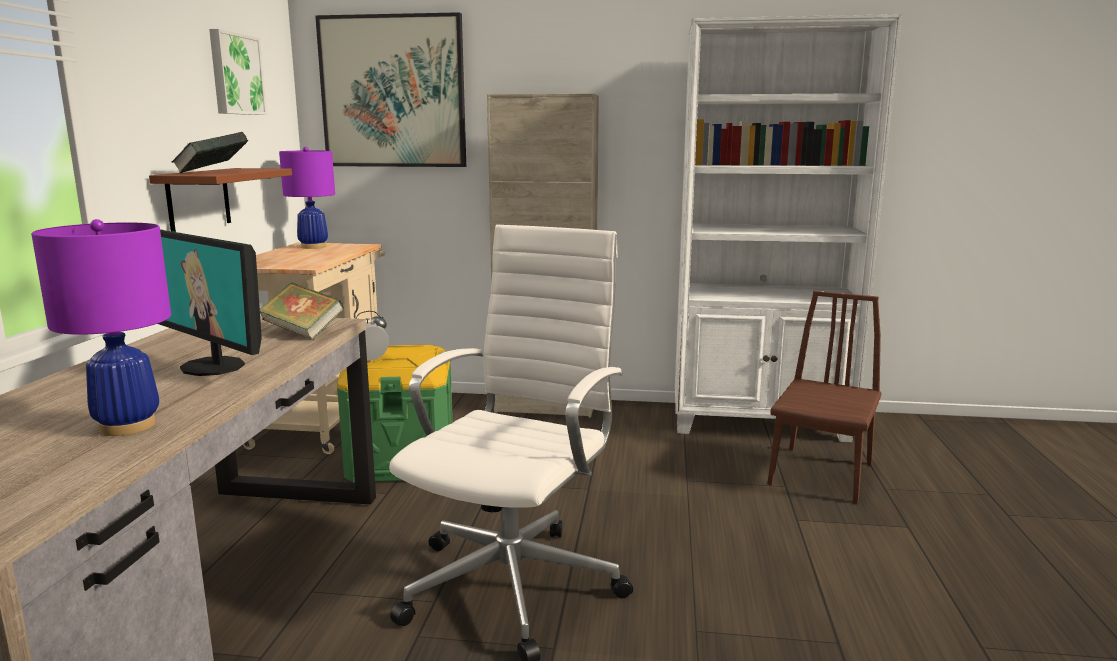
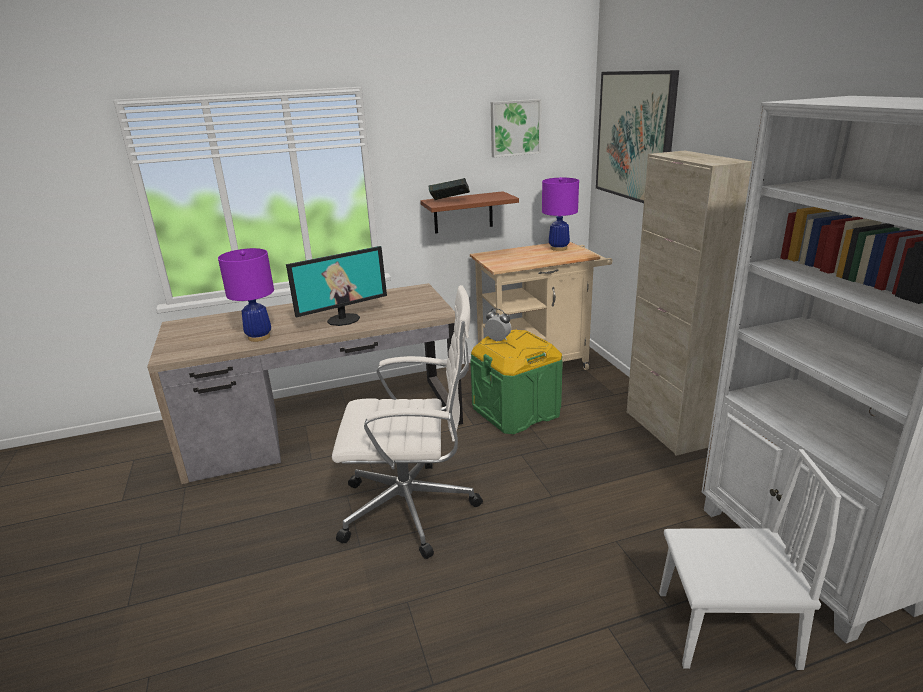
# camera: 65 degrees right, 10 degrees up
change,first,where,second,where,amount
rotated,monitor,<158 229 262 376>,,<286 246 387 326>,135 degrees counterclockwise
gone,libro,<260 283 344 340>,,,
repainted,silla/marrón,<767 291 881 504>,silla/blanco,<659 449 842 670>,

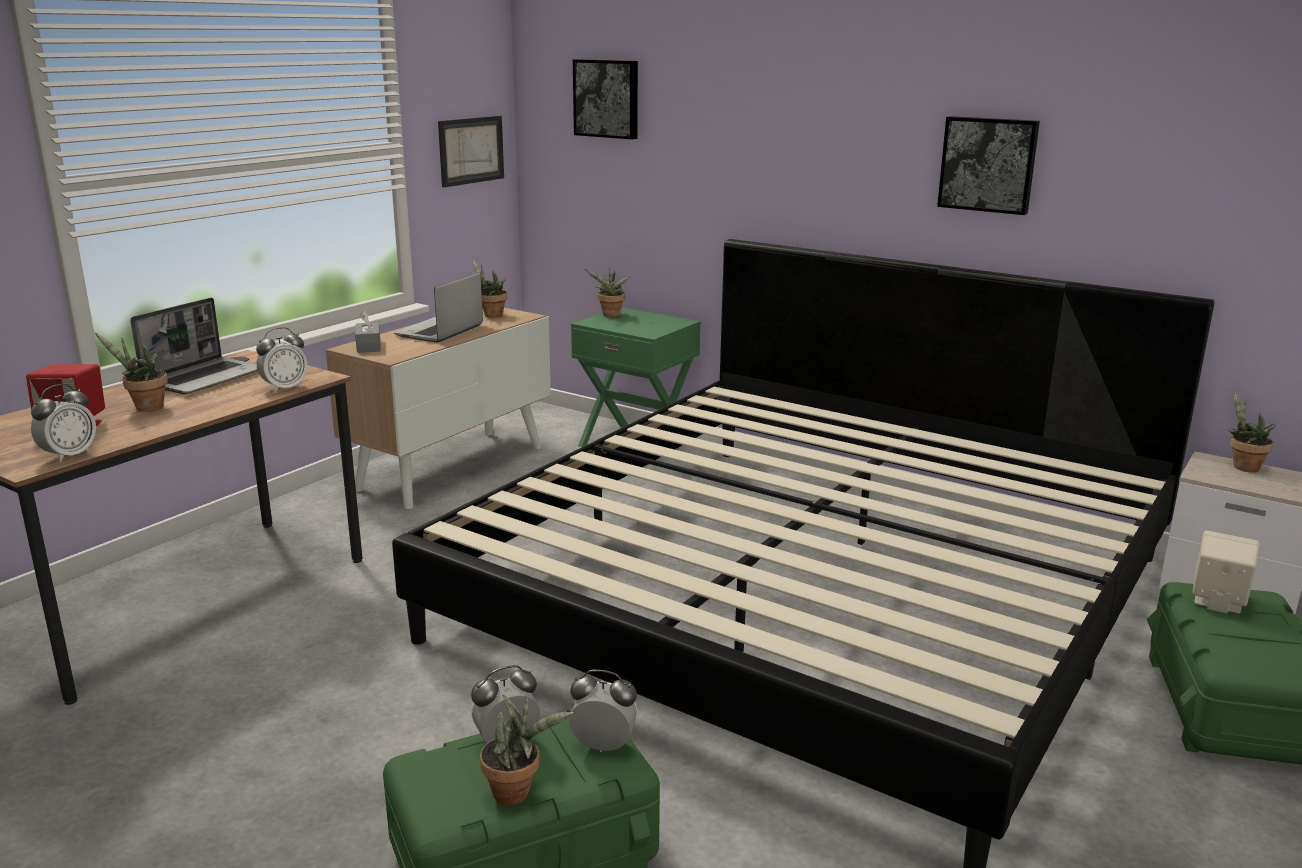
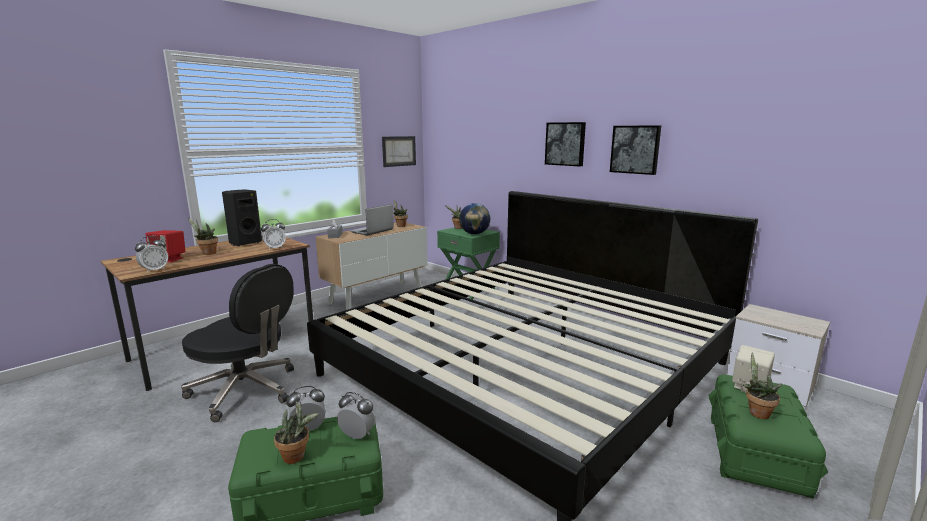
# camera: 10 degrees right, 5 degrees down
change,first,where,second,where,amount
shifted,cuadro,<573 59 638 139>,,<545 122 586 167>,
swapped,portátil,<130 298 258 394>,altavoz/negro,<222 190 262 246>,
shifted,planta en maceta,<1228 390 1276 472>,,<742 353 782 419>,
new,,,globo terráqueo,<459 203 490 235>,
new,,,silla de oficina/negro,<181 264 294 422>,

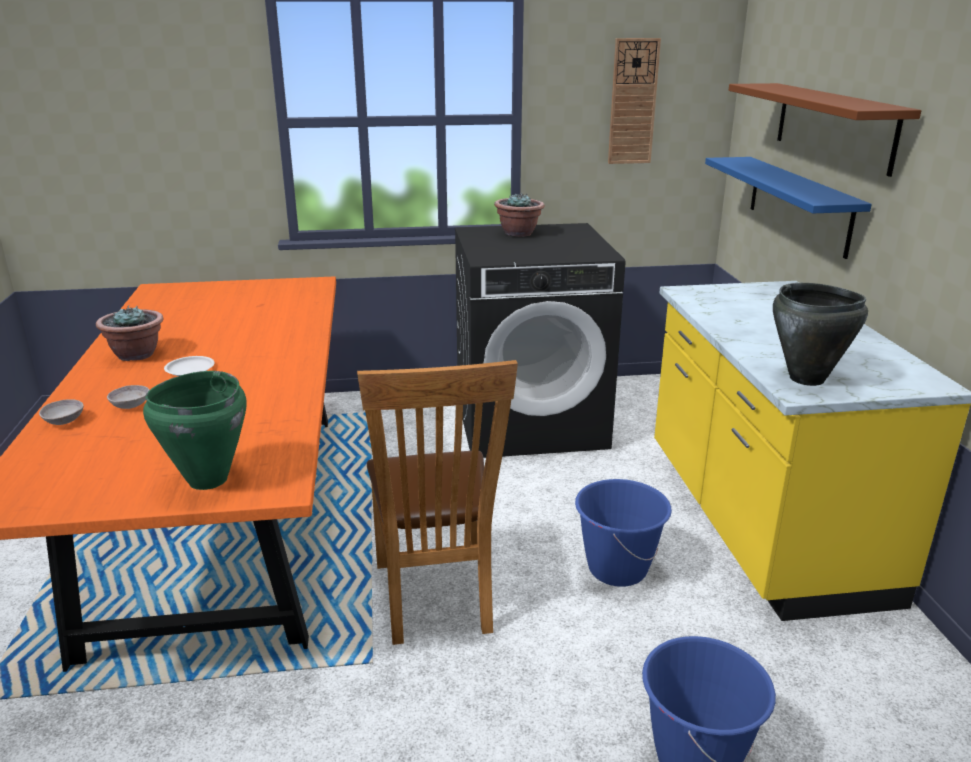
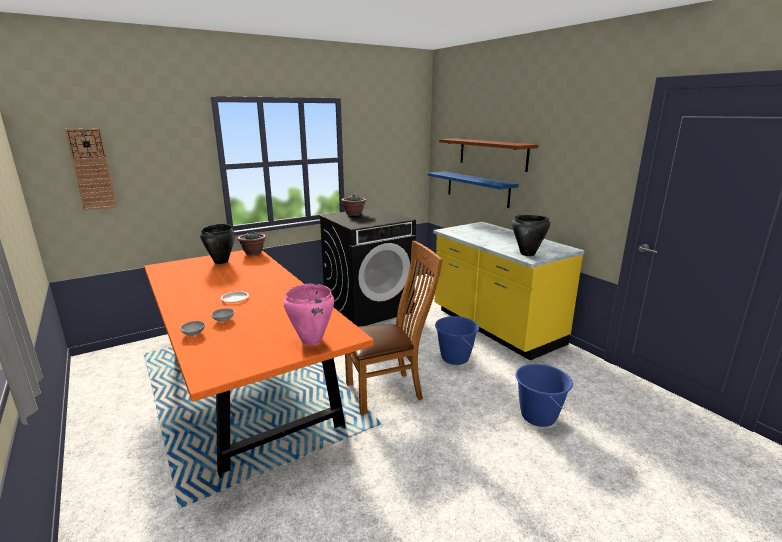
# camera: 25 degrees left, 5 degrees down
change,first,where,second,where,amount
shifted,reloj de pared,<608 38 661 164>,,<65 128 117 210>,
shifted,planta en maceta,<96 306 164 361>,,<237 231 266 255>,
rotated,silla/marrón,<357 360 518 645>,,<345 241 443 415>,75 degrees counterclockwise
repainted,olla/verde,<143 371 247 490>,olla/rosa,<284 284 334 345>,
new,,,olla/negro,<200 224 235 264>,

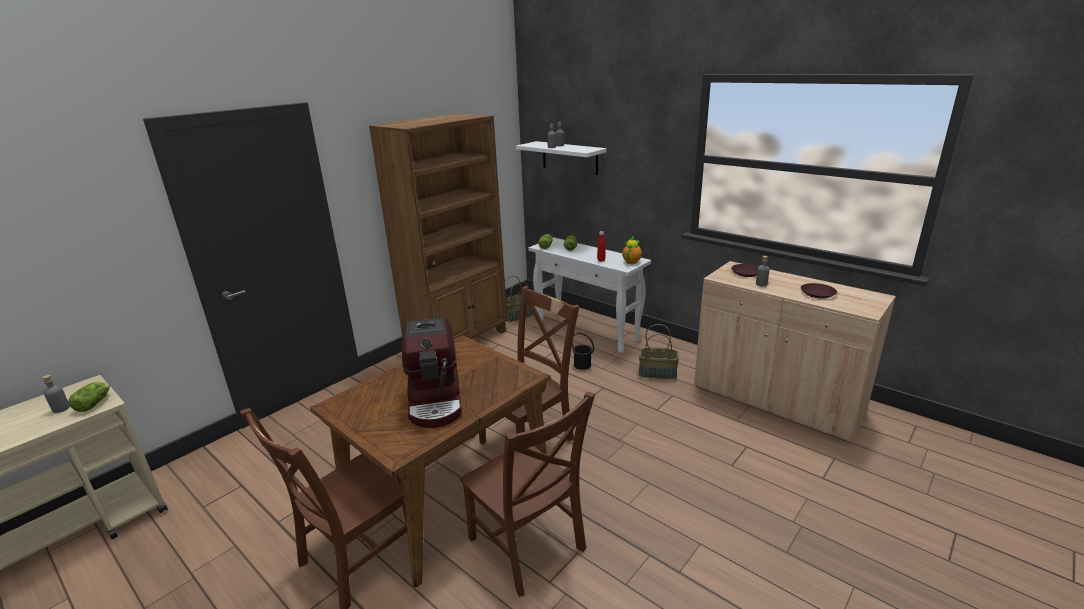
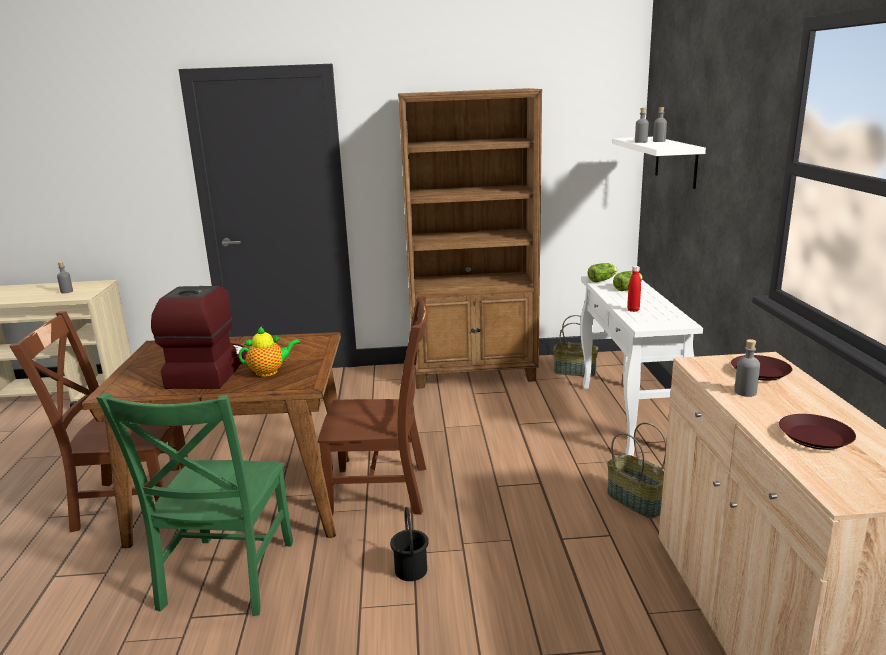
# camera: 45 degrees right, 5 degrees down
change,first,where,second,where,amount
shifted,tetera,<622 236 642 264>,,<238 326 300 376>,
rotated,cafetera,<402 317 462 428>,,<151 286 247 389>,150 degrees clockwise
shifted,cubo/negro,<572 333 594 370>,,<390 507 429 581>,
gone,lechuga,<68 381 110 412>,,,
repainted,silla/marrón,<460 392 595 597>,silla/verde,<96 393 293 616>,

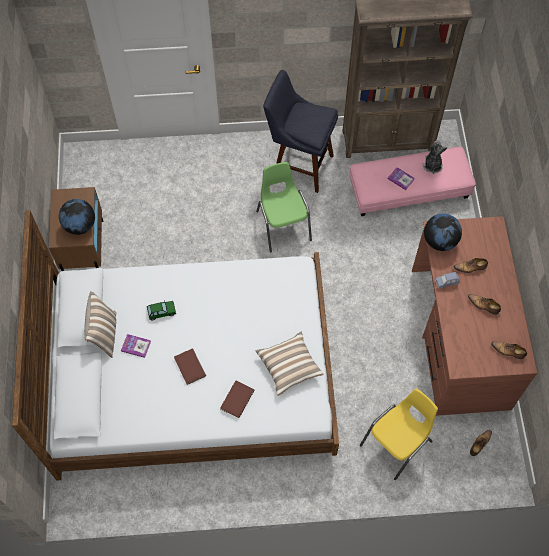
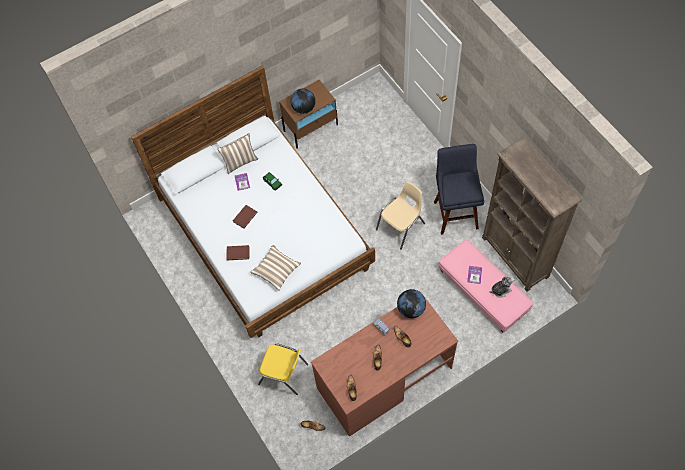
# camera: 65 degrees right, 0 degrees up
change,first,where,second,where,amount
repainted,silla/verde,<256 162 312 253>,silla/beis,<376 181 425 250>,

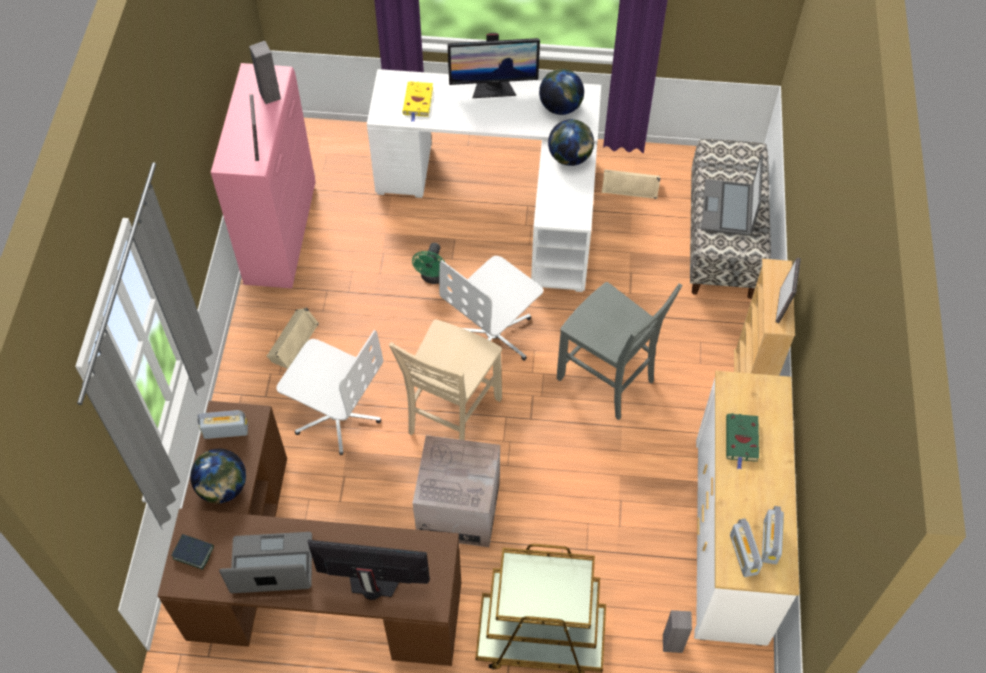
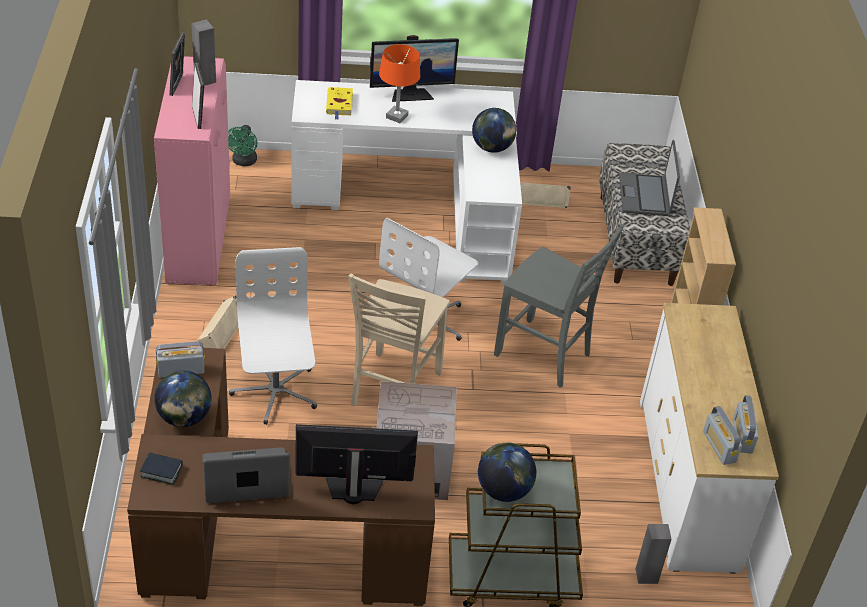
# camera: 10 degrees left, 15 degrees down
change,first,where,second,where,amount
shifted,globo terráqueo,<539 69 584 115>,,<477 442 536 502>,
shifted,ventilador/verde,<412 243 445 284>,,<228 125 257 166>,
shifted,portarretratos,<776 258 801 323>,,<169 32 185 96>,
rotated,silla de oficina/blanco,<276 330 383 455>,,<229 247 317 425>,120 degrees counterclockwise
gone,libro/verde,<726 413 759 470>,,,
new,,,lámpara de mesa/naranja,<379 44 420 123>,

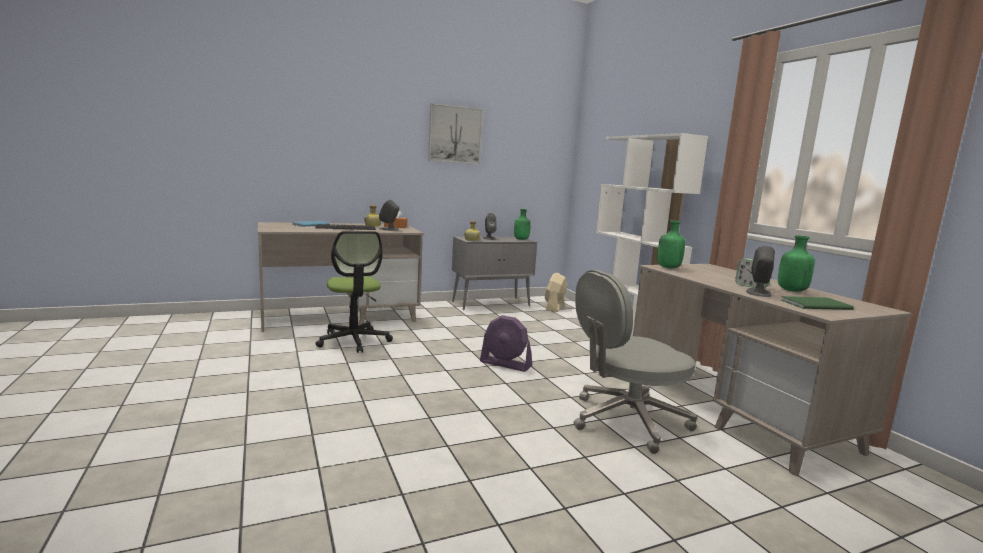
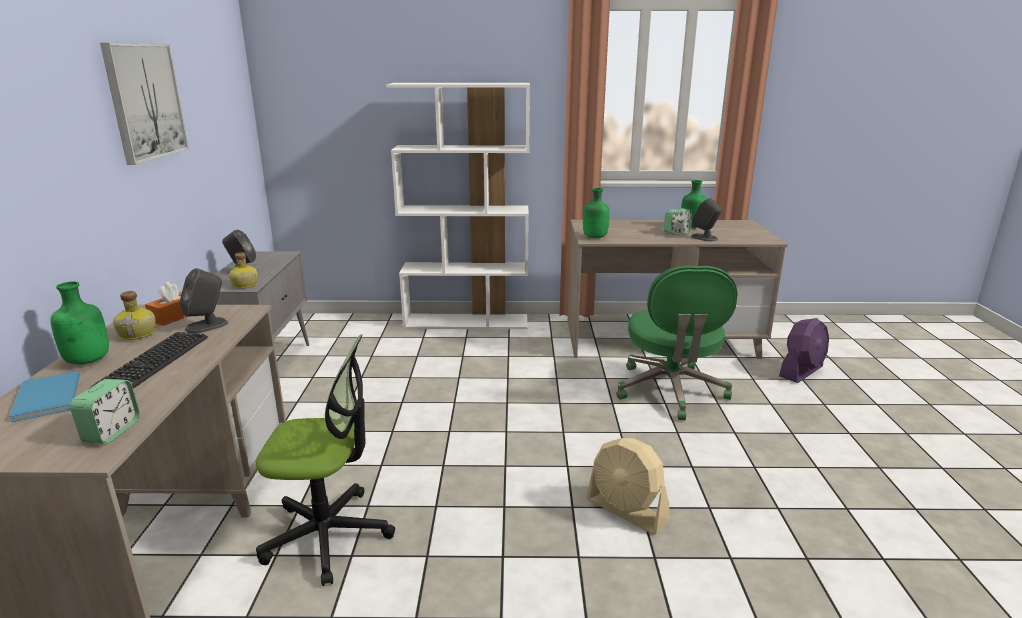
# camera: 65 degrees left, 10 degrees up
change,first,where,second,where,amount
shifted,botella/verde,<514 209 531 240>,,<50 281 109 364>,
repainted,silla de oficina/gris,<574 270 697 454>,silla de oficina/verde,<616 265 738 420>,
shifted,ventilador/beis,<545 273 567 312>,,<587 438 670 535>,
gone,libro/verde,<781 296 854 310>,,,
shifted,ventilador/morado,<480 315 532 372>,,<779 318 829 383>,
new,,,despertador,<70 379 140 444>,

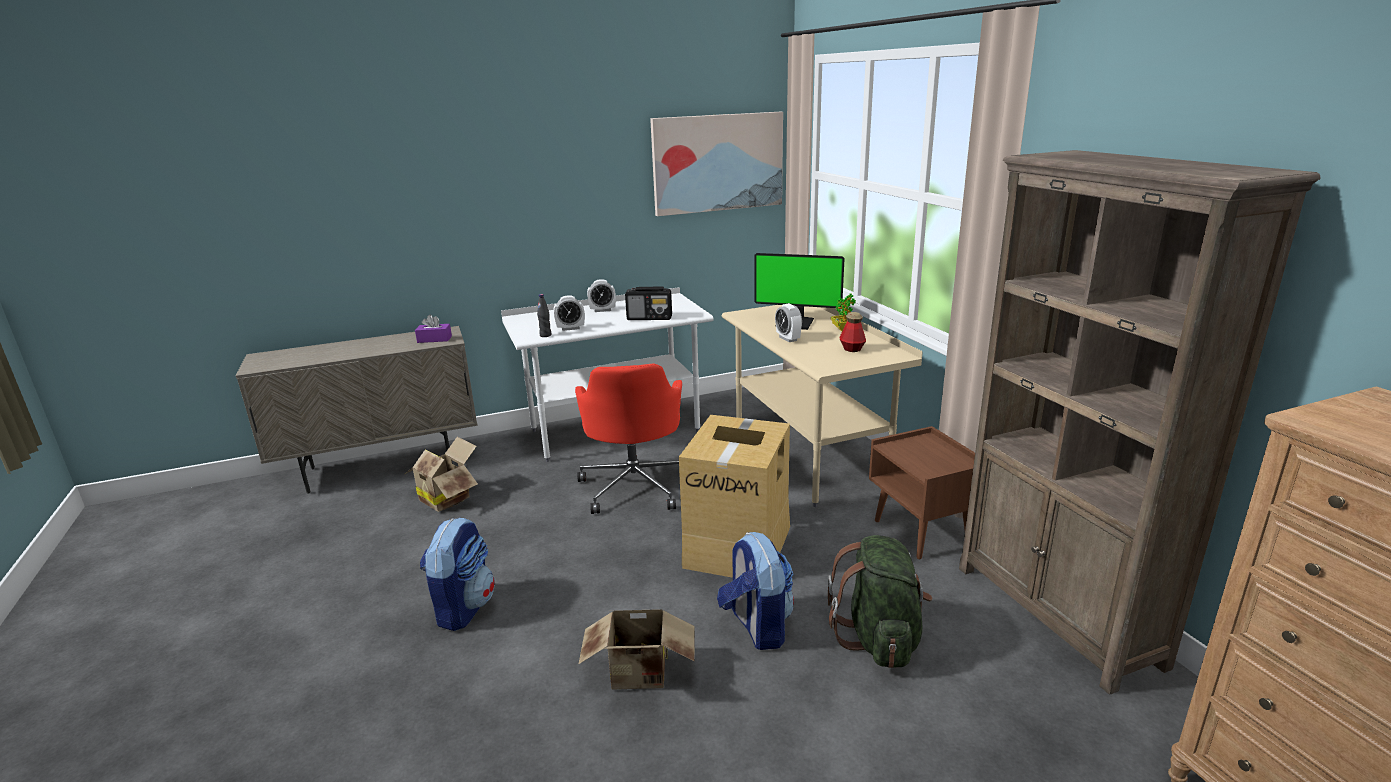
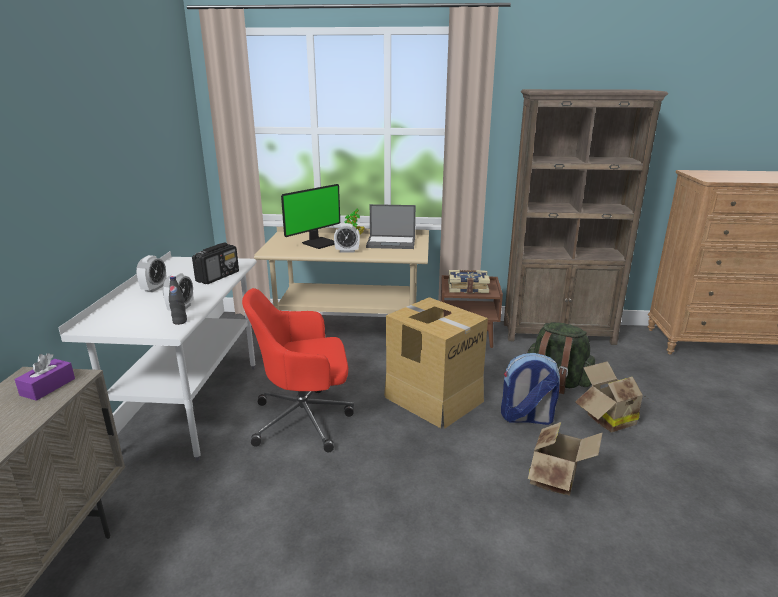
# camera: 65 degrees left, 0 degrees up
change,first,where,second,where,amount
gone,cuadro,<650 112 783 216>,,,
swapped,botella,<839 312 866 352>,portátil,<366 204 416 249>,
rotated,silla de oficina/rojo,<575 364 682 514>,,<242 288 354 453>,150 degrees clockwise
shifted,caja de cartón,<405 437 478 512>,,<575 361 655 433>,
gone,mochila,<420 517 495 631>,,,
new,,,libro,<448 270 490 293>,

